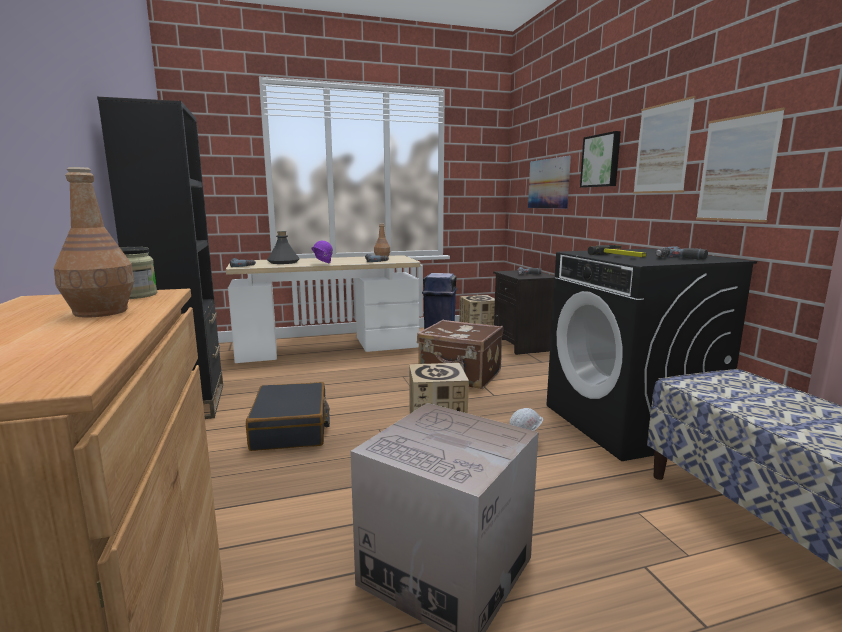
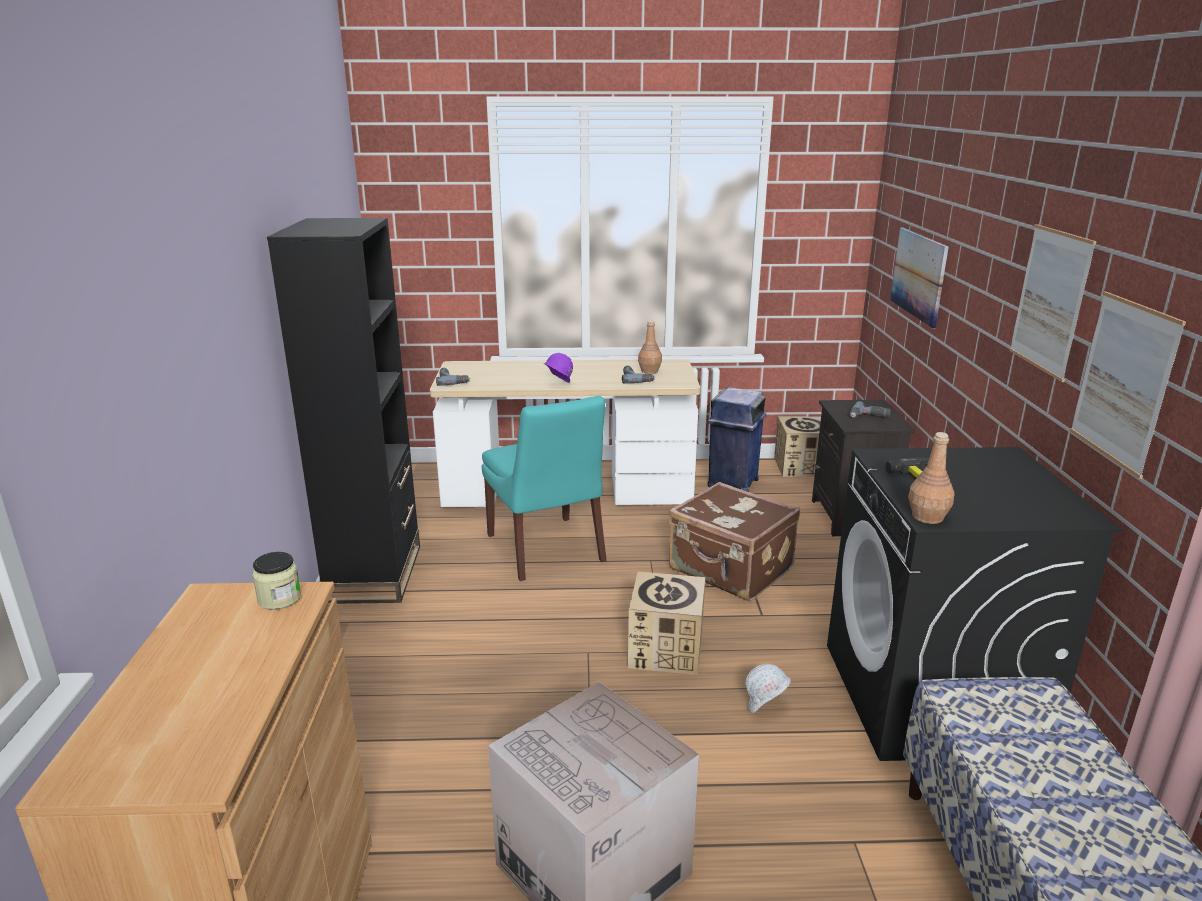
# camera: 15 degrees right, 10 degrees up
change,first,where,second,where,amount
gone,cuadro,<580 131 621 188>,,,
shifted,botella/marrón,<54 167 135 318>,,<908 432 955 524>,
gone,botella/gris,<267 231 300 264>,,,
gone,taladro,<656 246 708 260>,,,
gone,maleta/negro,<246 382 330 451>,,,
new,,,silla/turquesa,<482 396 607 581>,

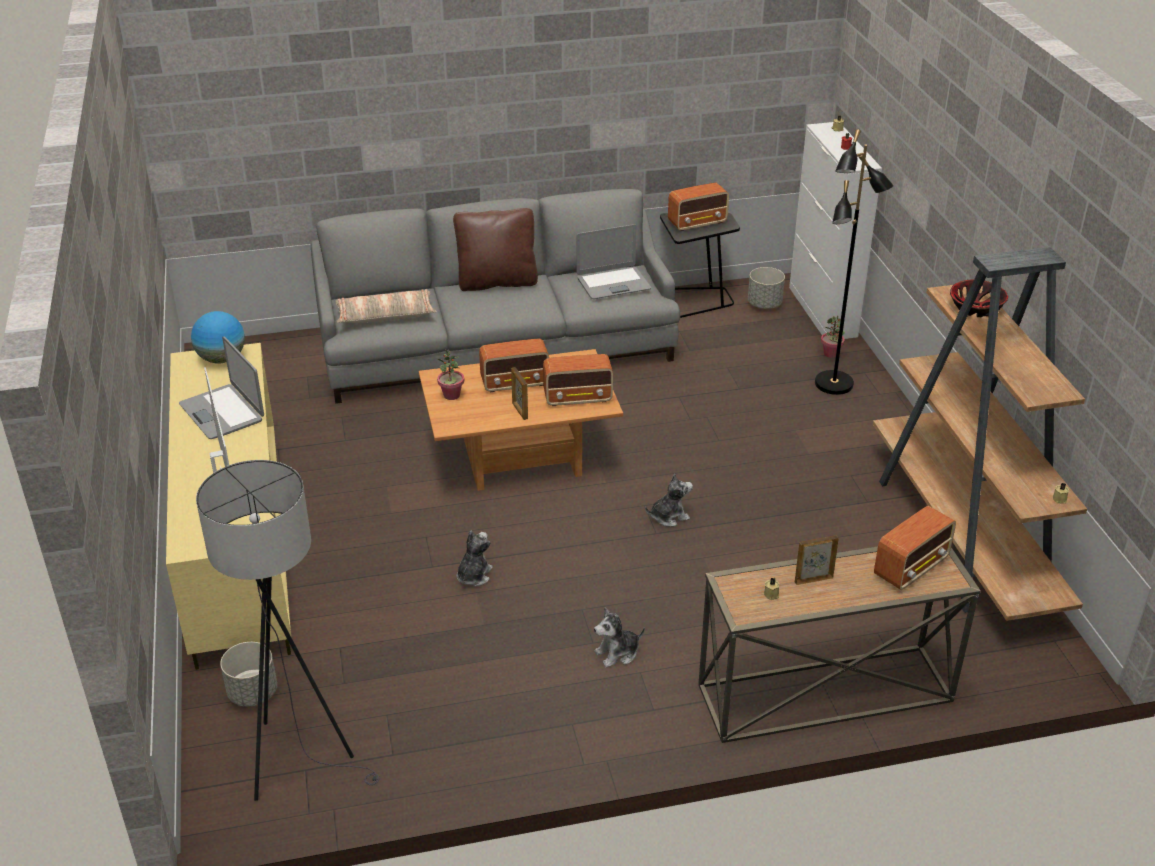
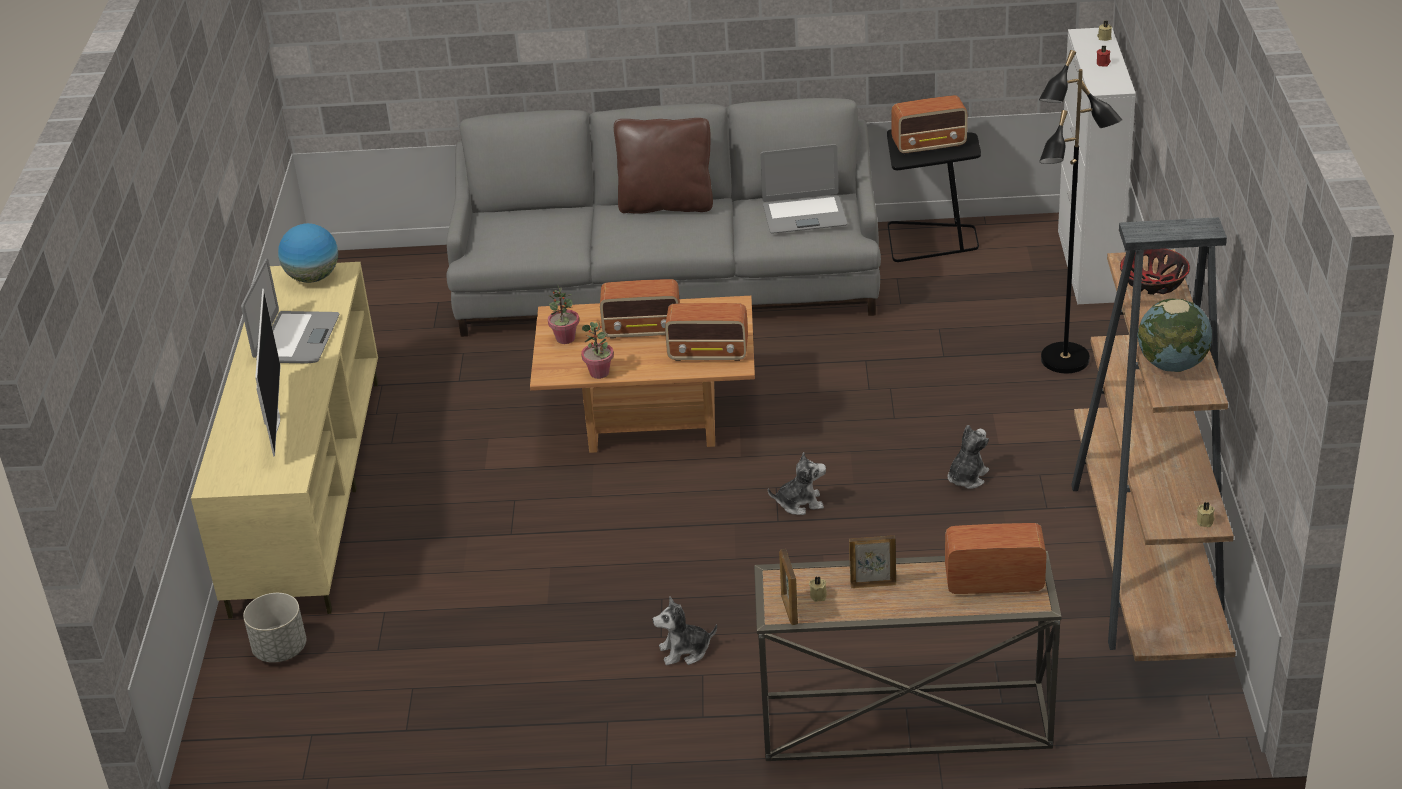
# camera: 15 degrees right, 0 degrees up
change,first,where,second,where,amount
gone,maceta/gris,<748 267 785 309>,,,
gone,cojín,<335 289 436 323>,,,
shifted,planta en maceta,<821 316 845 358>,,<581 322 614 379>,
rotated,portátil,<179 337 264 439>,,<241 259 339 363>,150 degrees counterclockwise
shifted,portarretratos,<511 367 528 420>,,<779 549 798 625>,
gone,lámpara de pie/gris,<196 460 379 801>,,,
rotated,radio,<874 506 956 590>,,<945 523 1047 594>,150 degrees counterclockwise
shifted,peluche,<456 531 493 586>,,<947 425 989 489>,
new,,,globo terráqueo,<1137 299 1212 372>,

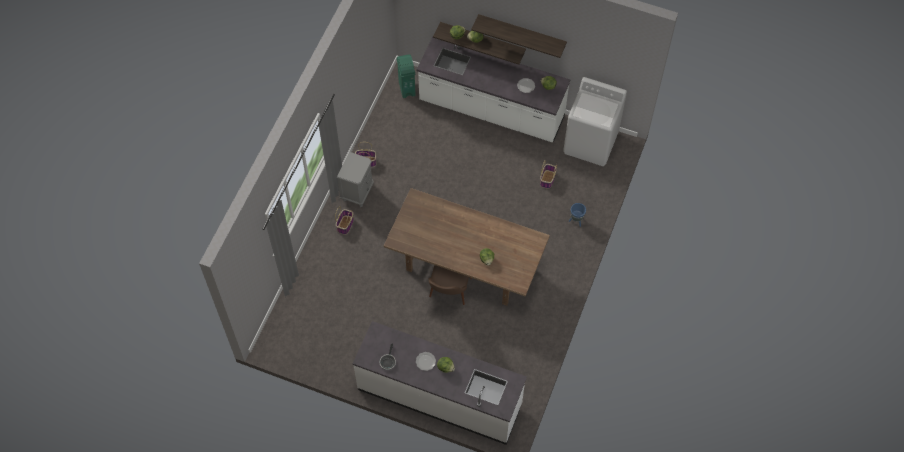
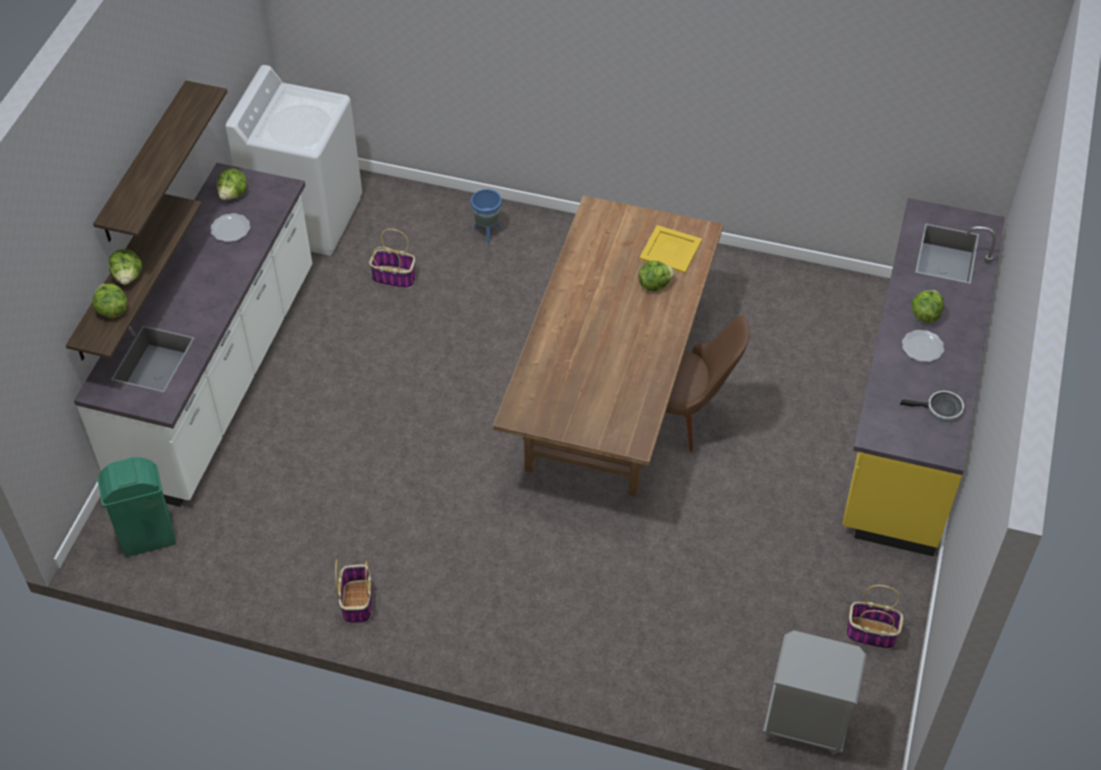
# camera: 95 degrees left, 10 degrees down
change,first,where,second,where,amount
shifted,mesita de noche/gris,<337 152 374 207>,,<763 630 867 755>,
shifted,cesta,<335 206 354 235>,,<846 585 904 649>,
repainted,mueble bajo de cocina/blanco,<353 321 527 445>,mueble bajo de cocina/amarillo,<842 198 1005 556>,
new,,,bandeja/amarillo,<639 225 702 273>,

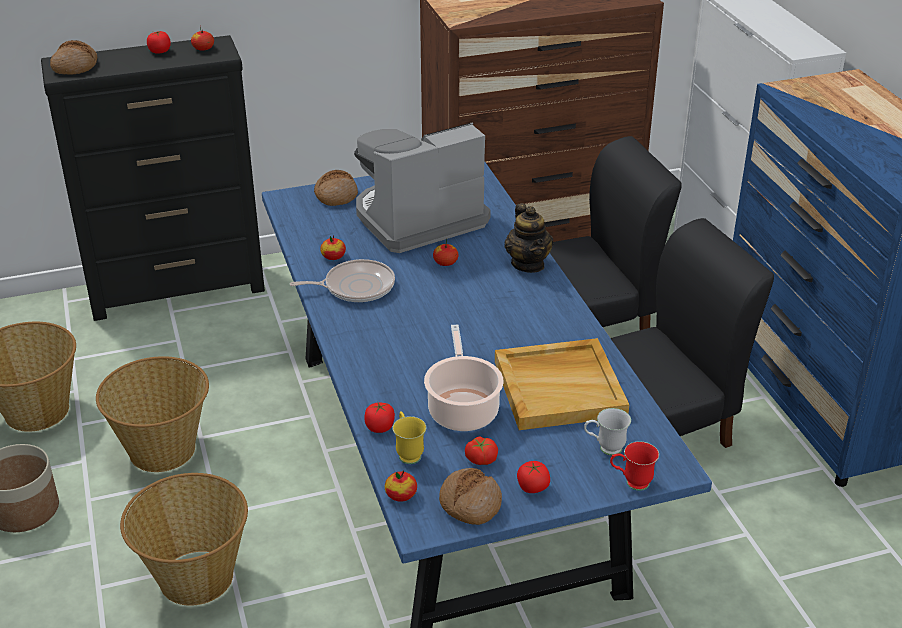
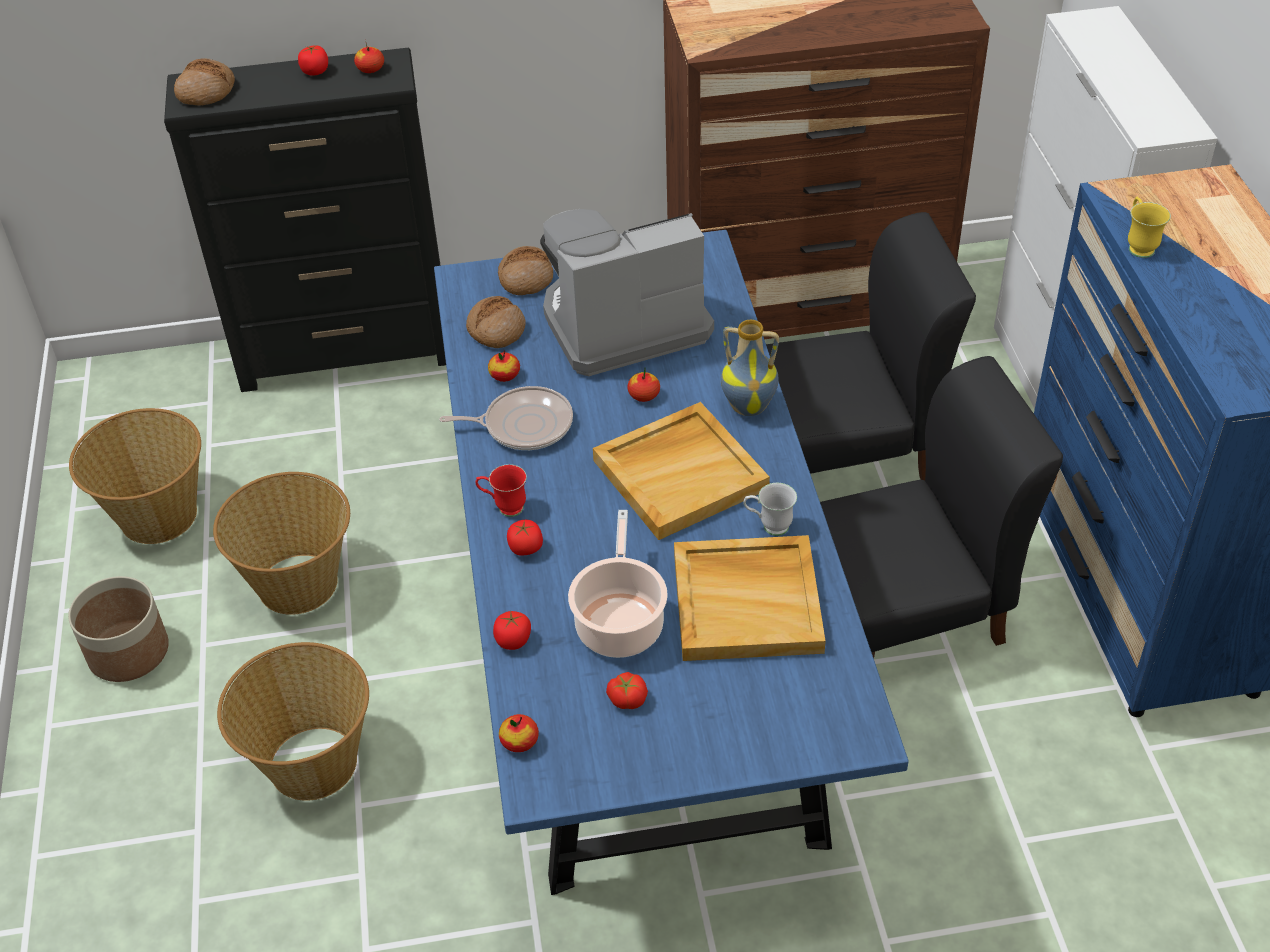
# camera: 10 degrees right, 10 degrees up
change,first,where,second,where,amount
swapped,tetera,<504 203 554 273>,florero,<721 320 779 416>,
shifted,taza grande/blanco,<584 408 631 456>,,<743 483 797 536>,
shifted,taza grande/amarillo,<392 411 426 464>,,<1128 197 1171 258>,
shifted,taza grande/rojo,<610 441 659 491>,,<476 464 527 517>,
shifted,tomate,<517 461 550 493>,,<507 520 543 556>,
shifted,pan,<439 468 502 525>,,<466 296 526 348>,
new,,,bandeja/beis,<593 402 770 540>,

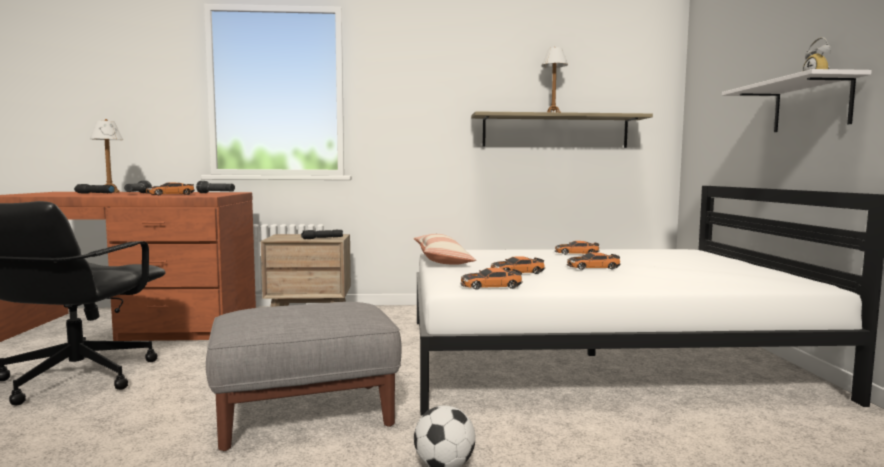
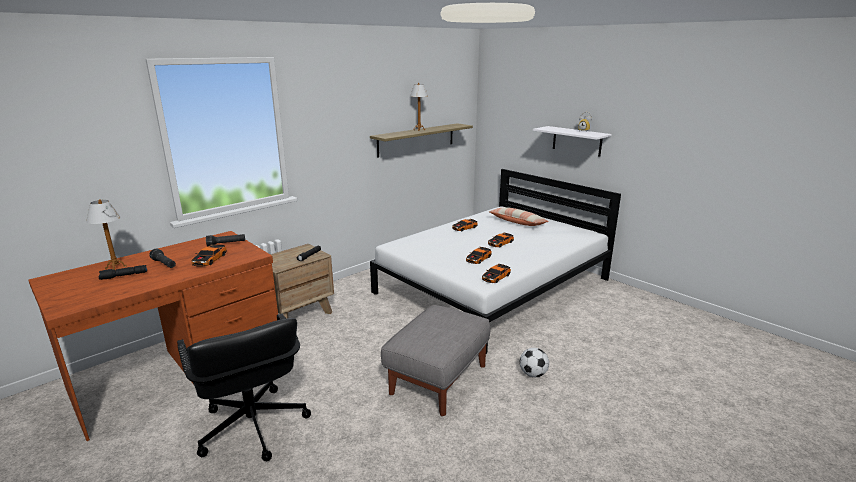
# camera: 40 degrees left, 15 degrees up
change,first,where,second,where,amount
shifted,cojín,<413 234 476 265>,,<488 207 549 226>,

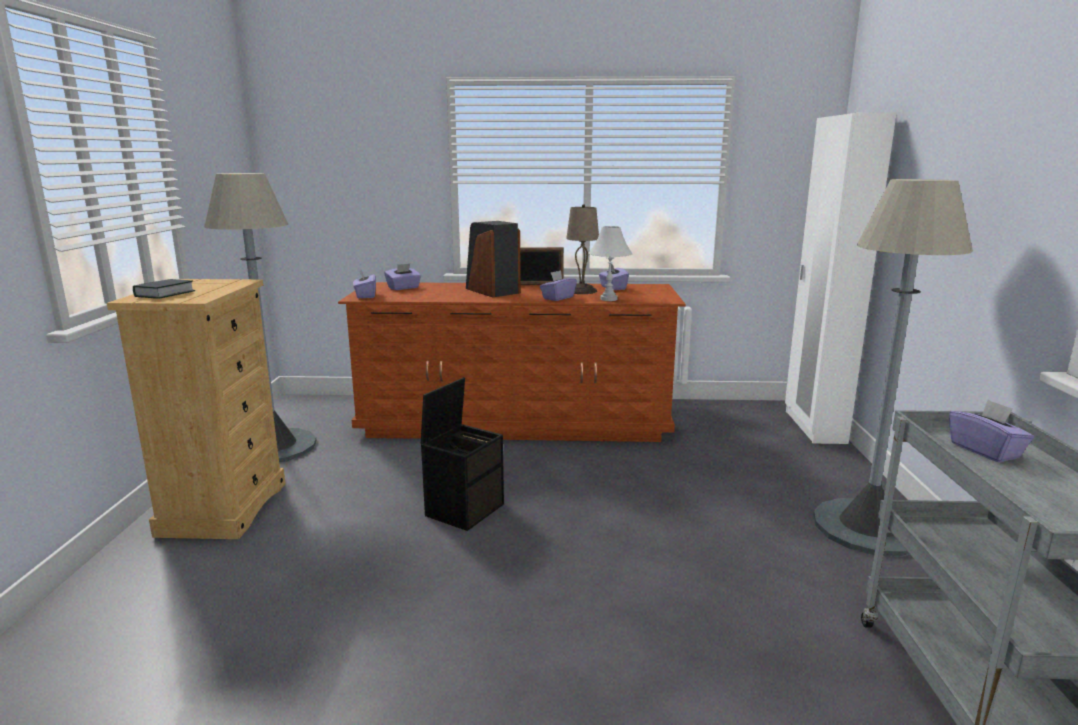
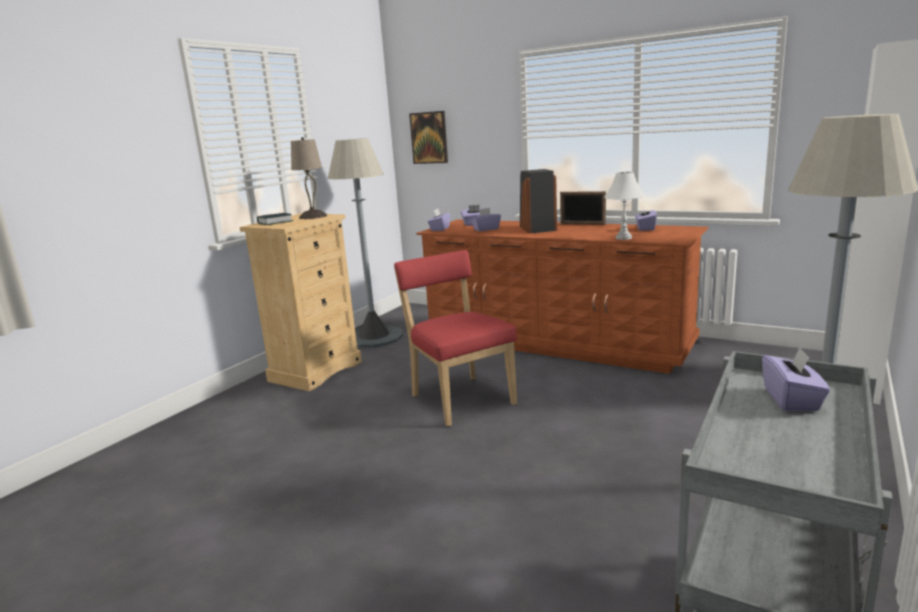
# camera: 30 degrees right, 0 degrees up
change,first,where,second,where,amount
shifted,lámpara de mesa/beis,<566 204 599 294>,,<291 137 327 219>,
shifted,caja de pañuelos/morado,<540 270 577 301>,,<471 208 501 231>,
swapped,caja de almacenaje/negro,<421 377 504 531>,silla/rojo,<394 250 517 427>,
new,,,cuadro,<409 111 448 164>,

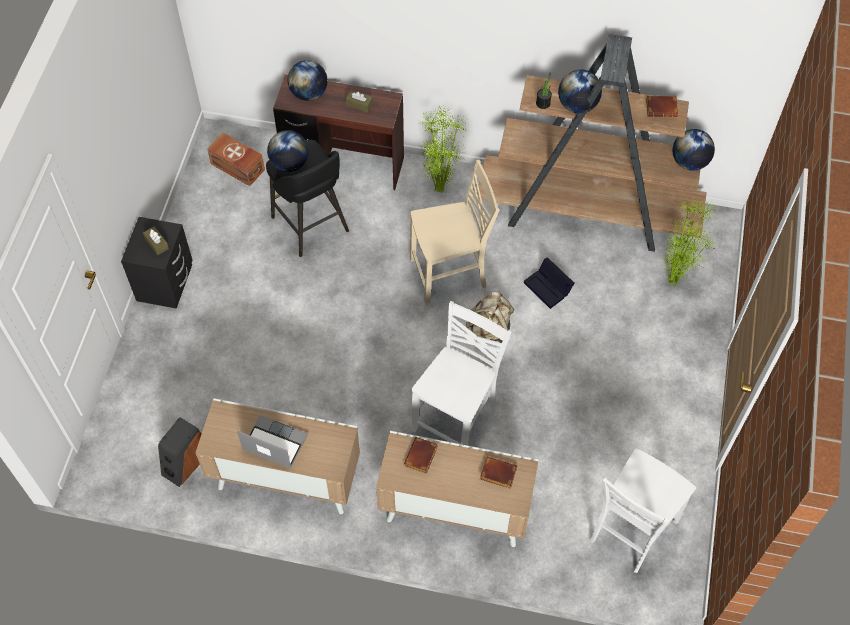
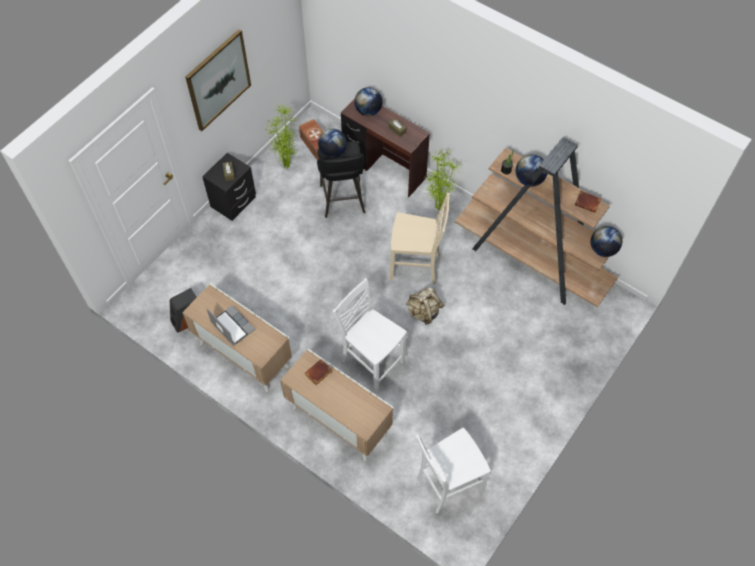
# camera: 25 degrees right, 0 degrees up
change,first,where,second,where,amount
shifted,planta en maceta,<662 196 717 286>,,<266 104 297 170>,
gone,caja de almacenaje/negro,<524 257 574 309>,,,
rotated,silla/blanco,<411 301 512 446>,,<333 278 407 392>,105 degrees counterclockwise
gone,libro/marrón,<480 457 517 489>,,,
new,,,cuadro,<185 29 251 131>,

